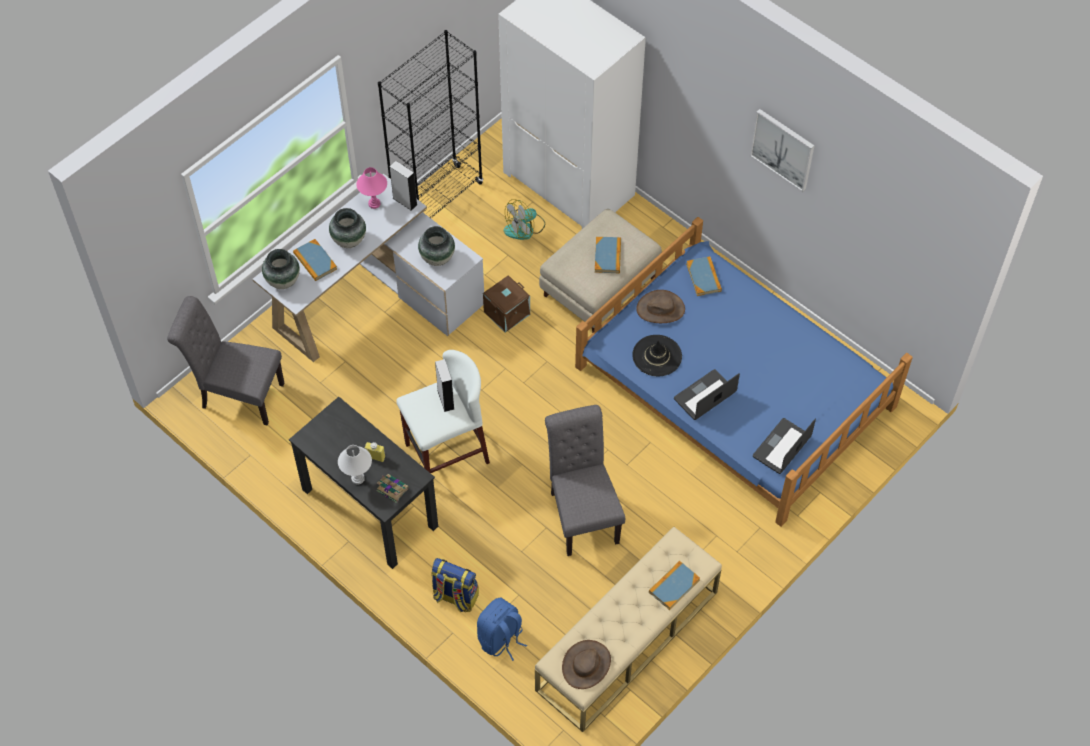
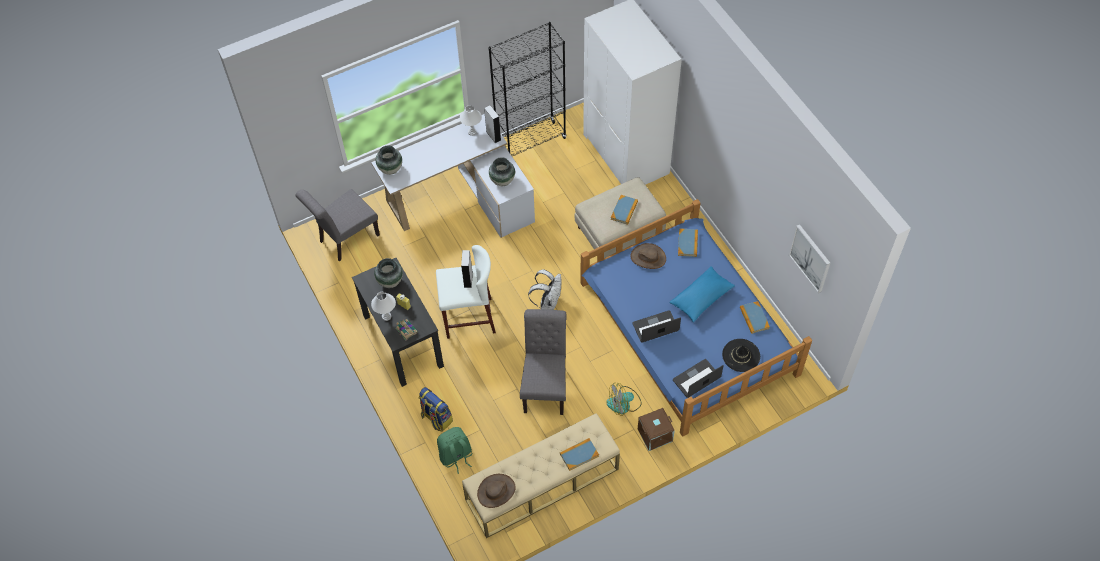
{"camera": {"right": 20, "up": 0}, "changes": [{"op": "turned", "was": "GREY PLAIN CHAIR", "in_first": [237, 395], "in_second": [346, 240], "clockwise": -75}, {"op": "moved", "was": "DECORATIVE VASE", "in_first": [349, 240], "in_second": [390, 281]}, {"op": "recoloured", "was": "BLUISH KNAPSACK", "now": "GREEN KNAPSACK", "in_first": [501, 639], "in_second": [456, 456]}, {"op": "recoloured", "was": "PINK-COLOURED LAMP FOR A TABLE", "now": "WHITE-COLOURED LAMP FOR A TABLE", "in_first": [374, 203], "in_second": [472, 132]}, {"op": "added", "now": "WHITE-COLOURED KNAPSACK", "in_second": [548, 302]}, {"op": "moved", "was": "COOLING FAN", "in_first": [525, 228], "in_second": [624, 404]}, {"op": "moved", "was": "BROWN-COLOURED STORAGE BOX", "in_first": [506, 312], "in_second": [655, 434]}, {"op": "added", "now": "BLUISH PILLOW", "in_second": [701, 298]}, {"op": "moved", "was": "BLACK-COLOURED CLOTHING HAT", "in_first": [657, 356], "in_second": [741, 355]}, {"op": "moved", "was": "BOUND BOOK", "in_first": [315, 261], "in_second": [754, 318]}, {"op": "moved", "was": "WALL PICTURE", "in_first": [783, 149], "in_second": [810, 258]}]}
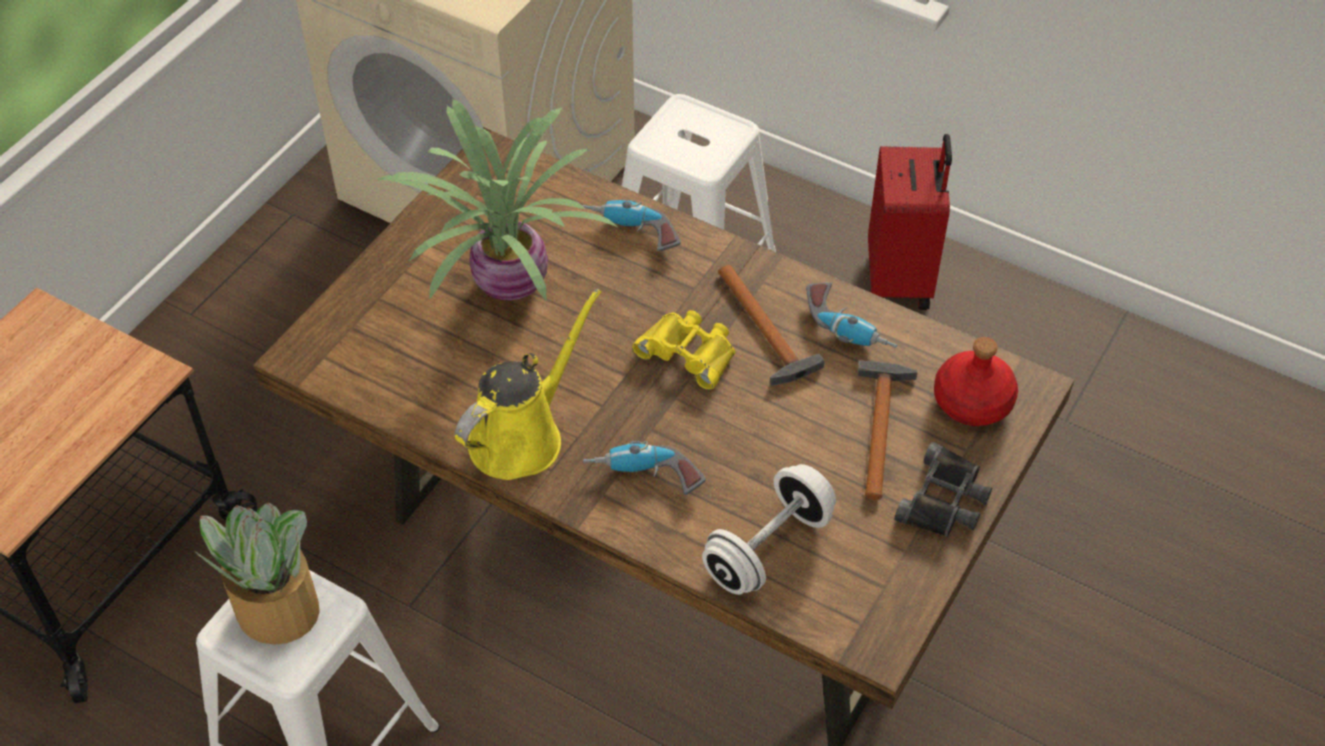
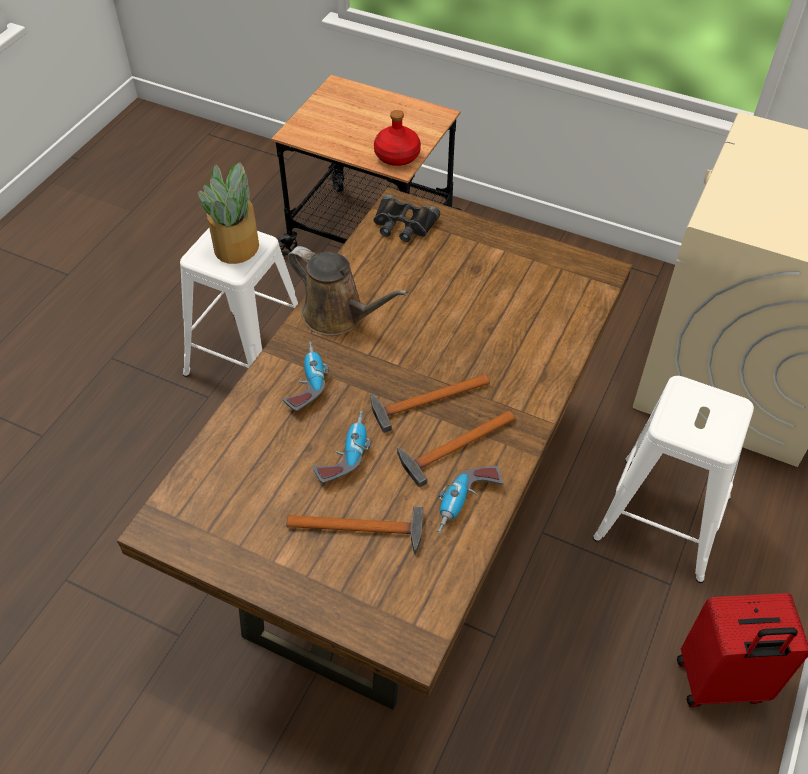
{"camera": {"right": 85, "up": 0}, "changes": [{"op": "recoloured", "was": "YELLOWISH SPRINKLING CAN", "now": "BROWN-COLOURED SPRINKLING CAN", "in_first": [522, 436], "in_second": [338, 315]}, {"op": "moved", "was": "POWER DRILL", "in_first": [631, 233], "in_second": [344, 453]}, {"op": "replaced", "was": "YELLOWISH PAIR OF BINOCULARS", "now": "TOOL HAMMER", "in_first": [689, 352], "in_second": [425, 400]}, {"op": "moved", "was": "BLACK-COLOURED PAIR OF BINOCULARS", "in_first": [944, 500], "in_second": [403, 224]}, {"op": "moved", "was": "REDDISH BEVERAGE BOTTLE", "in_first": [973, 402], "in_second": [396, 156]}, {"op": "removed", "was": "HOUSEPLANT", "in_first": [508, 280]}, {"op": "removed", "was": "WHITE-COLOURED DUMBBELL", "in_first": [768, 548]}]}
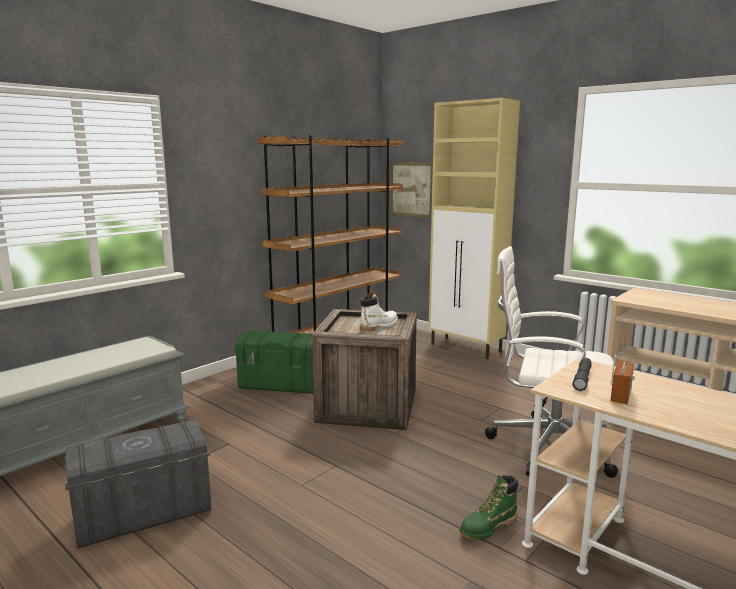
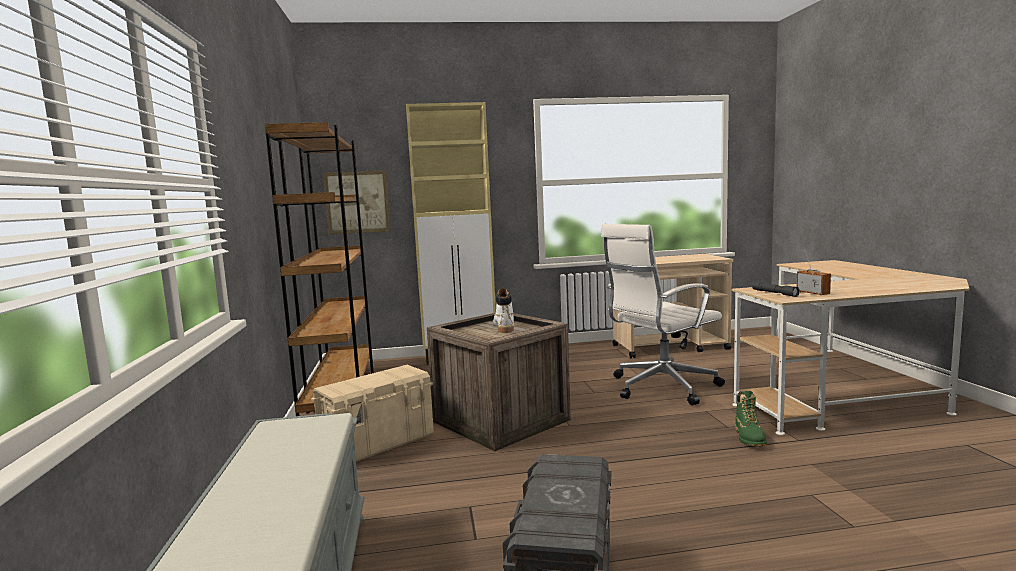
{"camera": {"right": -50, "up": -5}, "changes": [{"op": "recoloured", "was": "GREEN STORAGE BOX", "now": "BEIGE-COLOURED STORAGE BOX", "in_first": [281, 385], "in_second": [378, 444]}]}
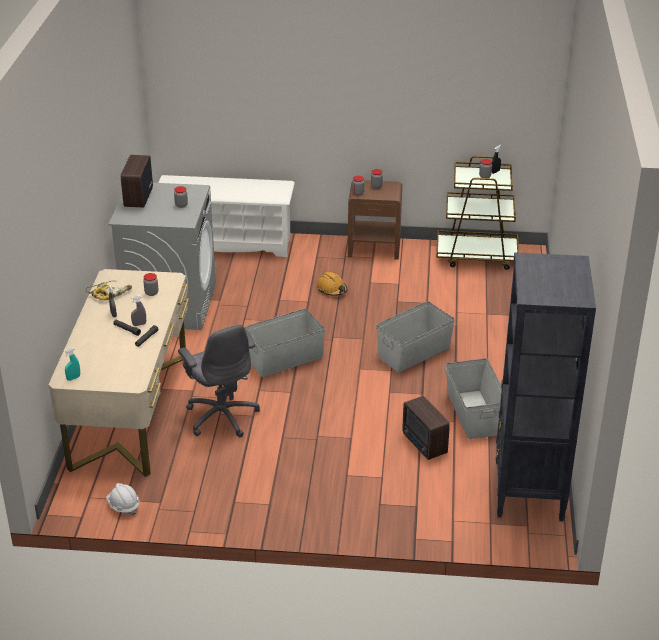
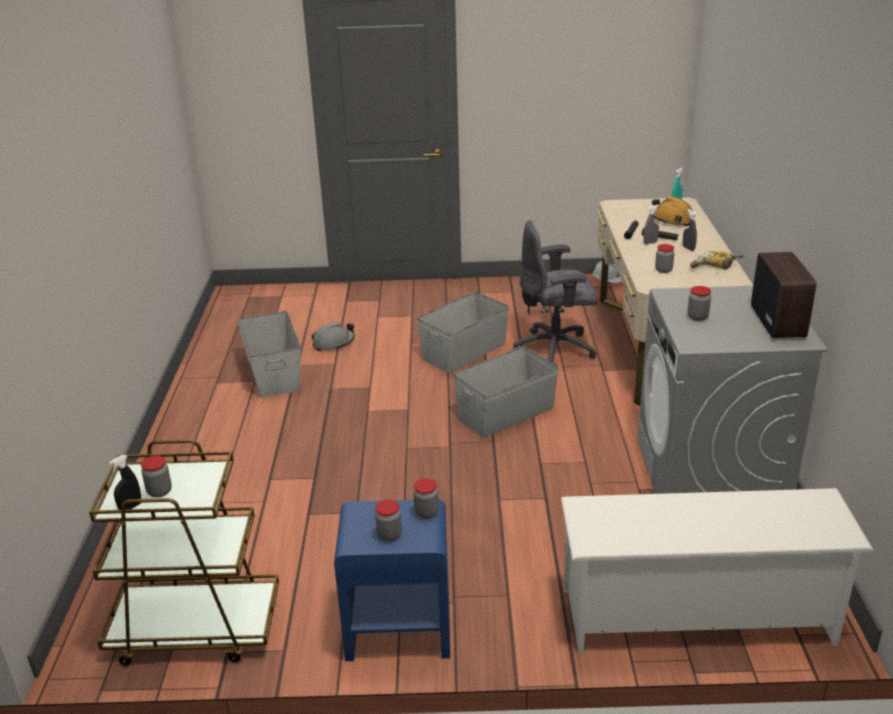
{"camera": {"right": 175, "up": -5}, "changes": [{"op": "replaced", "was": "RADIO SET", "now": "GREY WORK HELMET", "in_first": [424, 445], "in_second": [333, 343]}, {"op": "recoloured", "was": "BROWN-COLOURED NIGHT TABLE", "now": "BLUISH NIGHT TABLE", "in_first": [374, 248], "in_second": [397, 630]}, {"op": "moved", "was": "GREY STORAGE BOX", "in_first": [414, 353], "in_second": [463, 351]}, {"op": "turned", "was": "GREY DESK CHAIR", "in_first": [222, 416], "in_second": [556, 350], "clockwise": -60}, {"op": "moved", "was": "ORANGEY WORK HELMET", "in_first": [332, 289], "in_second": [672, 219]}, {"op": "removed", "was": "BLACK-COLOURED BOOKCASE", "in_first": [528, 491]}]}
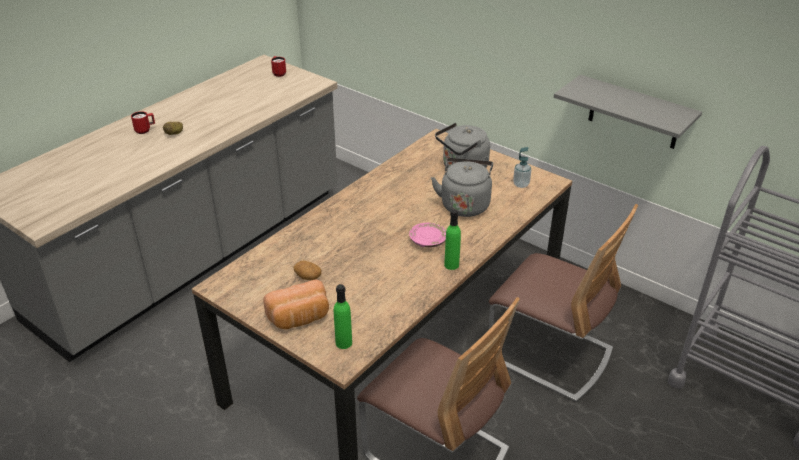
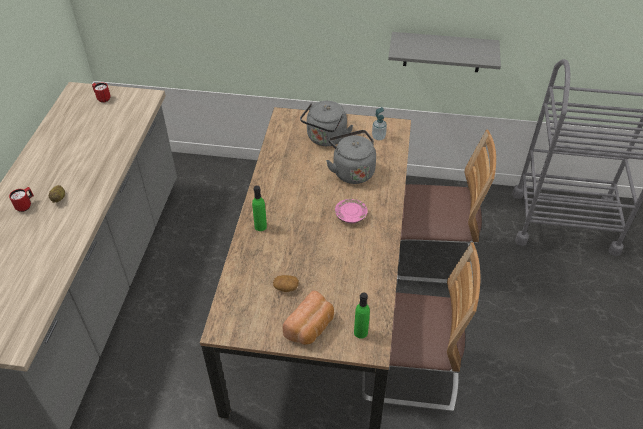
{"camera": {"right": -30, "up": 10}, "changes": [{"op": "moved", "was": "GREEN BEVERAGE BOTTLE", "in_first": [451, 265], "in_second": [260, 226]}]}
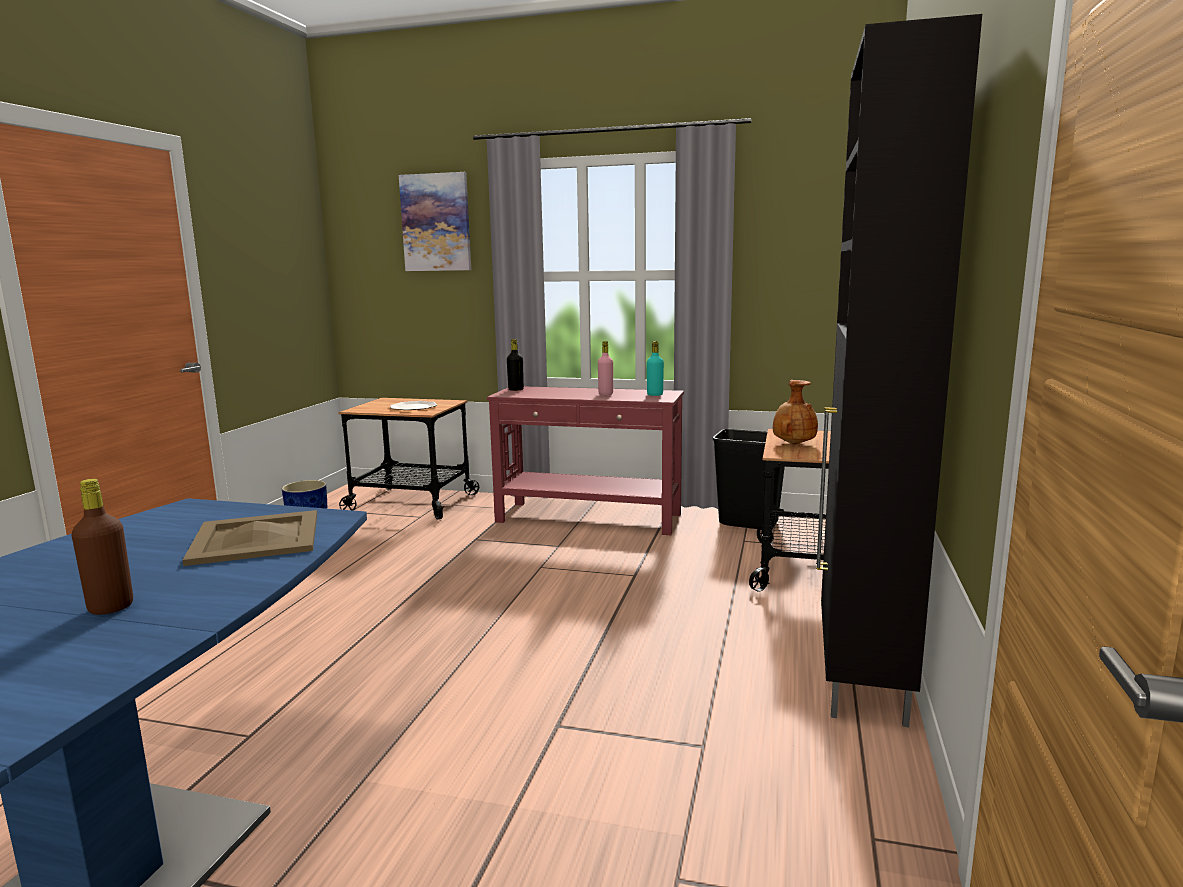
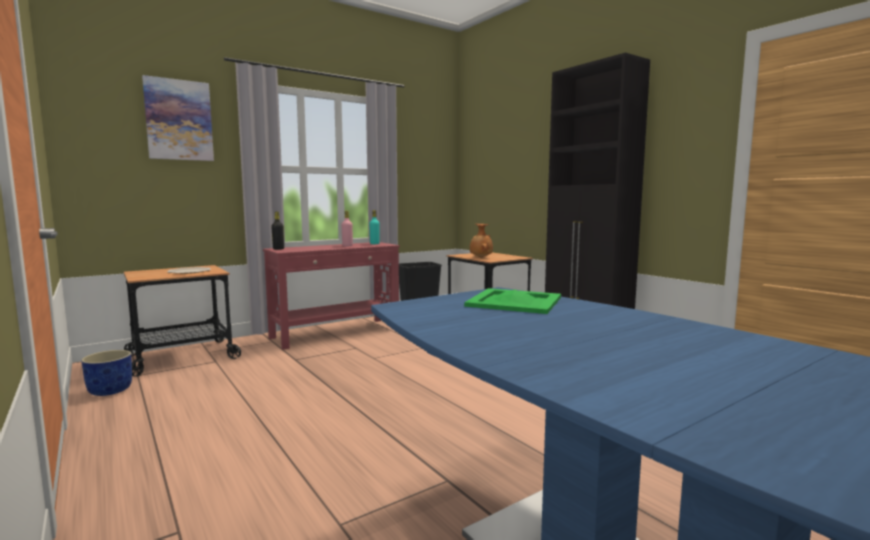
{"camera": {"right": -50, "up": -5}, "changes": [{"op": "recoloured", "was": "BEIGE-COLOURED CARRYING TRAY", "now": "GREEN CARRYING TRAY", "in_first": [257, 537], "in_second": [514, 301]}, {"op": "removed", "was": "BROWN-COLOURED BEVERAGE BOTTLE", "in_first": [111, 607]}]}
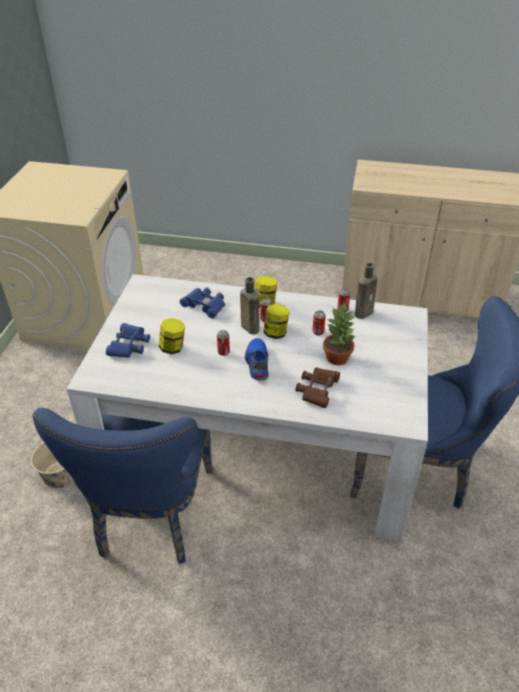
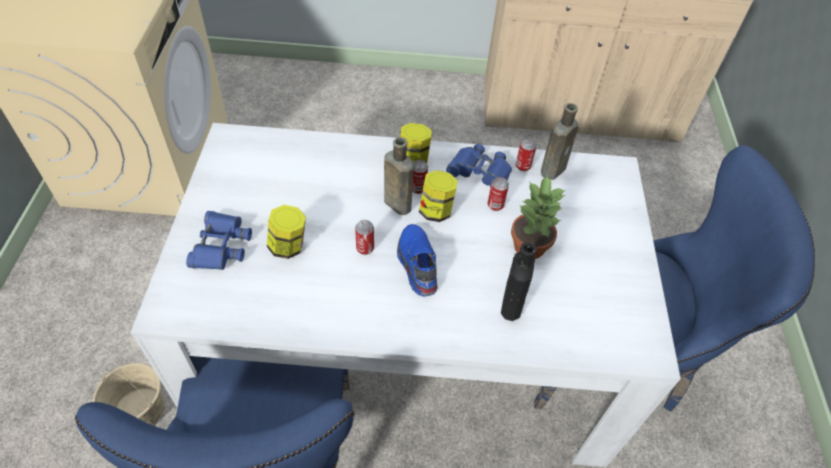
{"camera": {"right": -10, "up": 10}, "changes": [{"op": "moved", "was": "BLUISH PAIR OF BINOCULARS", "in_first": [204, 305], "in_second": [480, 172]}, {"op": "replaced", "was": "BROWN-COLOURED PAIR OF BINOCULARS", "now": "BLACK-COLOURED BEVERAGE BOTTLE", "in_first": [318, 389], "in_second": [511, 303]}]}
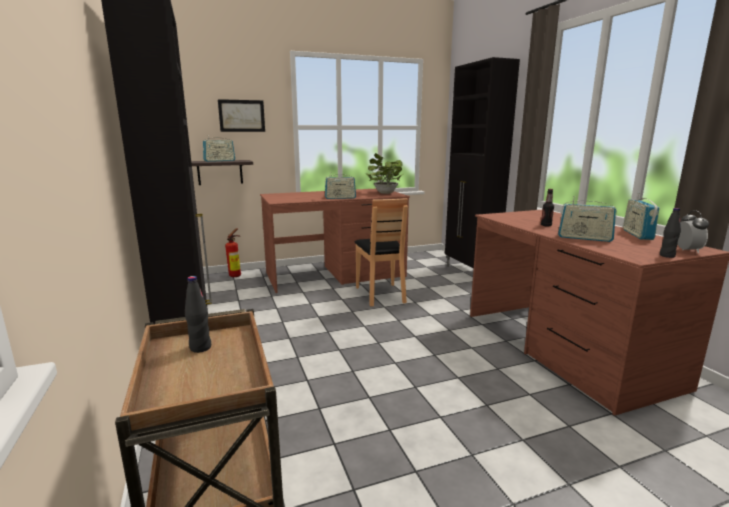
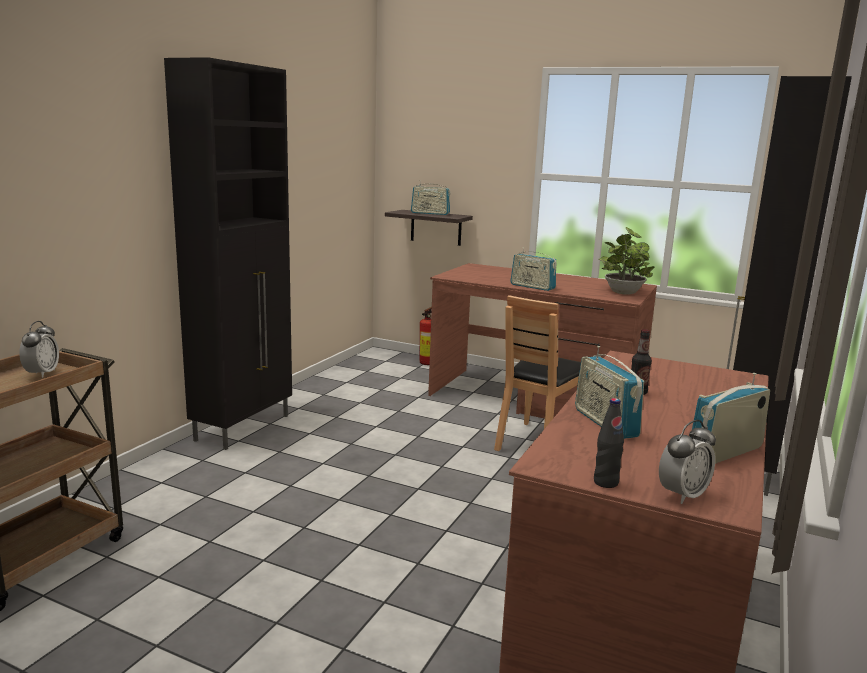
{"camera": {"right": 45, "up": 0}, "changes": [{"op": "replaced", "was": "BLACK-COLOURED BEVERAGE BOTTLE", "now": "BEDSIDE CLOCK", "in_first": [200, 348], "in_second": [42, 373]}, {"op": "removed", "was": "WALL PICTURE", "in_first": [242, 116]}]}
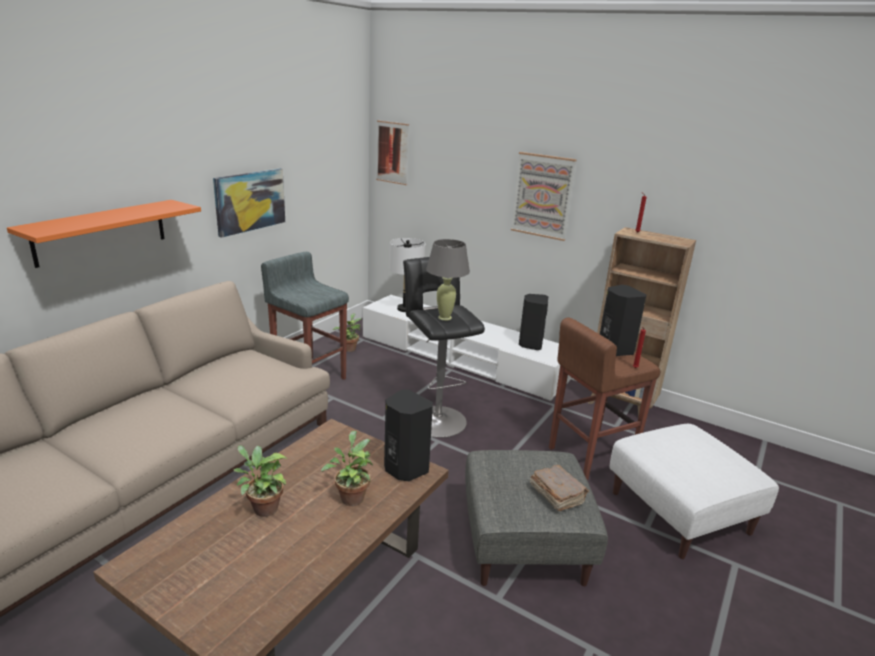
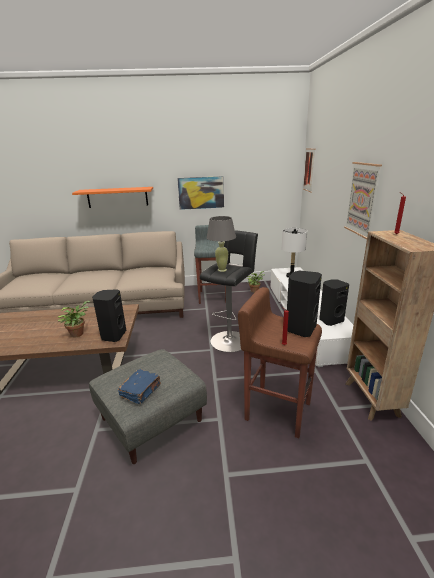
{"camera": {"right": 55, "up": 0}, "changes": [{"op": "recoloured", "was": "BROWN-COLOURED BOUND BOOK", "now": "BLUISH BOUND BOOK", "in_first": [556, 495], "in_second": [141, 391]}, {"op": "removed", "was": "HOUSEPLANT", "in_first": [262, 508]}, {"op": "removed", "was": "WHITE-COLOURED FOOTREST", "in_first": [680, 512]}]}
